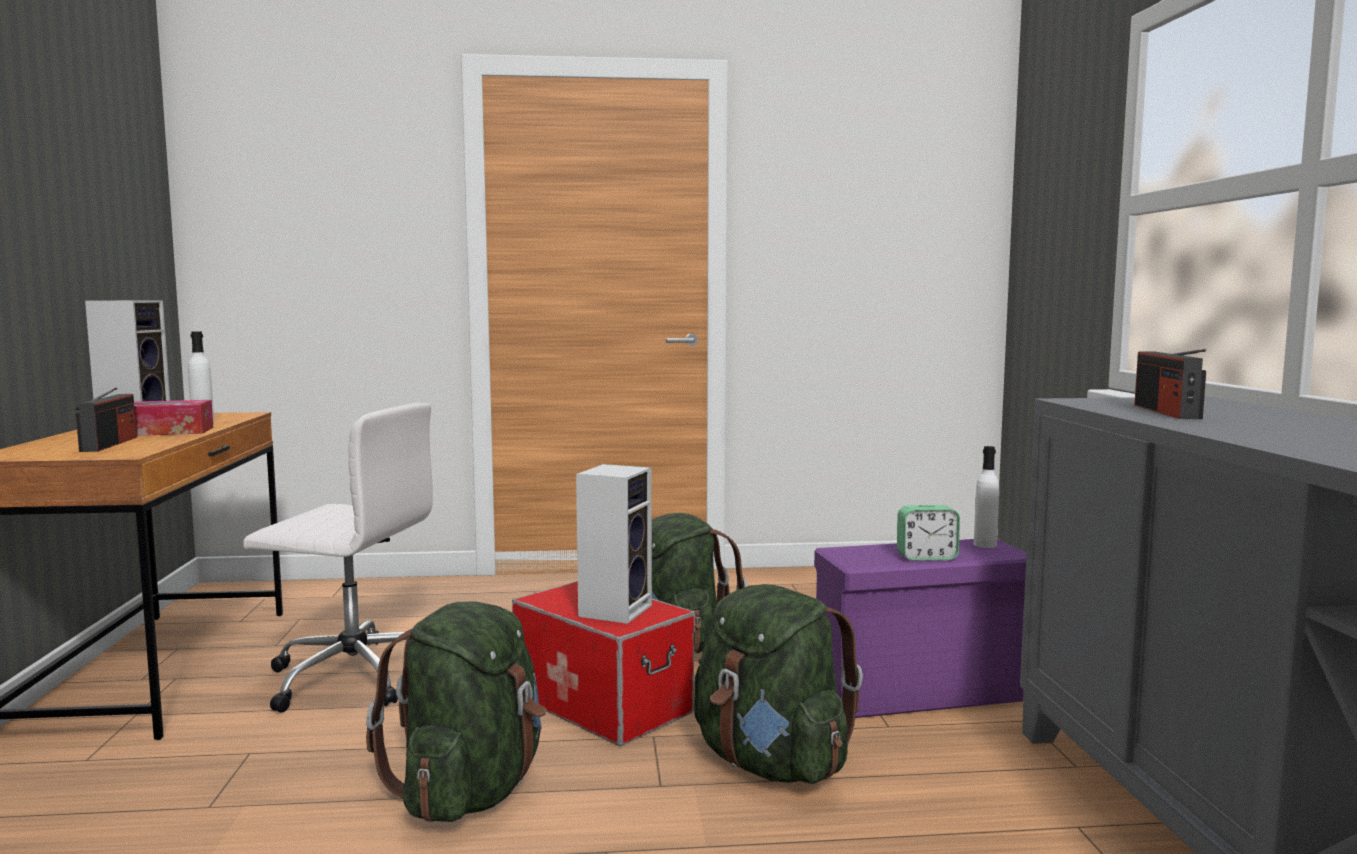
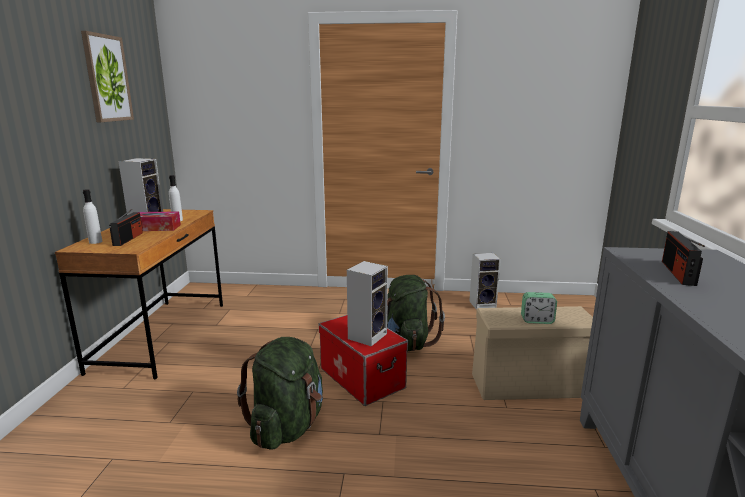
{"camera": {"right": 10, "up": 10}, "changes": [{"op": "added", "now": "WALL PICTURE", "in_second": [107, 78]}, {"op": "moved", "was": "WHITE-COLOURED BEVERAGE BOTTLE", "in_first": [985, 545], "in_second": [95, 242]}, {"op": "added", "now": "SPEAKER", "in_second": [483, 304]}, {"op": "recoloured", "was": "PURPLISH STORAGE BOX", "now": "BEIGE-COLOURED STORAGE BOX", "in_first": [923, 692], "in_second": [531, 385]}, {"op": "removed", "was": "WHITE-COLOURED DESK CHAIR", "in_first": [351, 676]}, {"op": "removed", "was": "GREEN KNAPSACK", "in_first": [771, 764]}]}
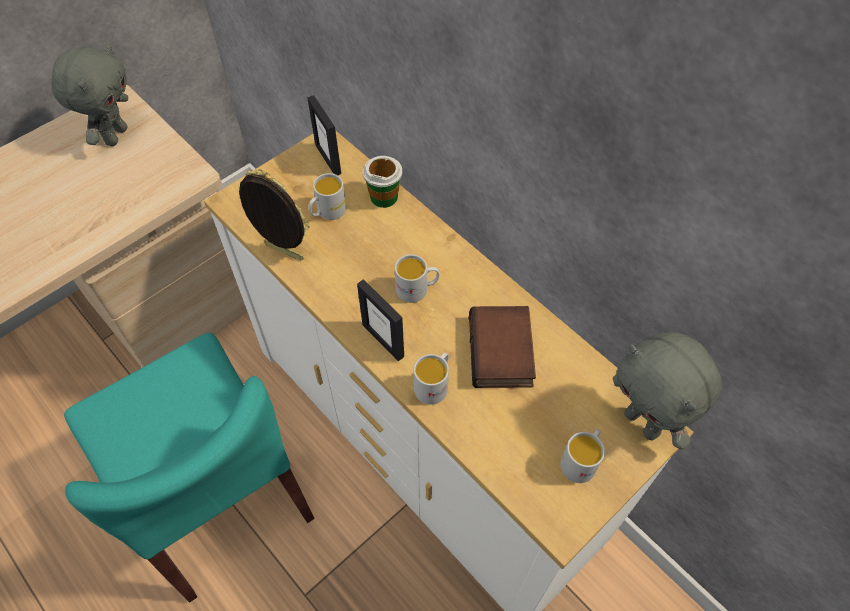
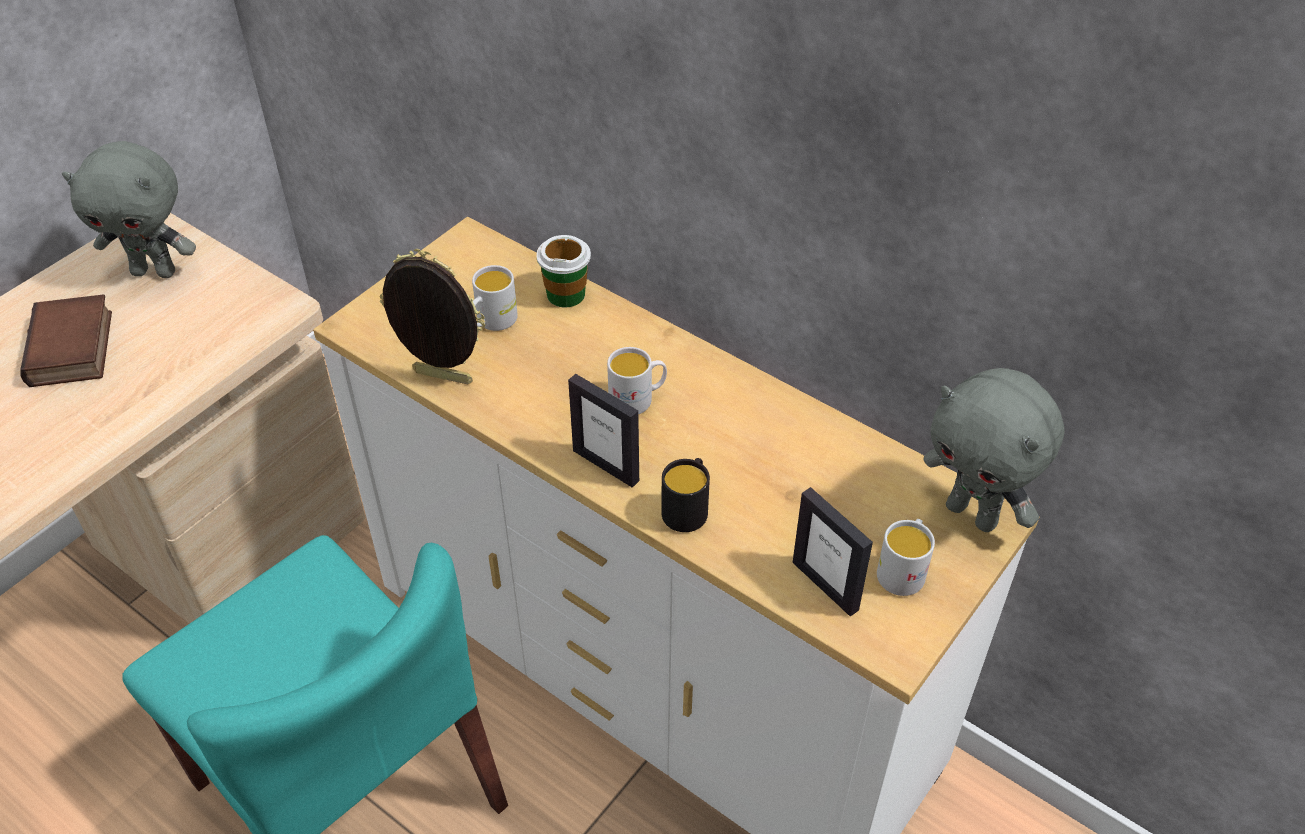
{"camera": {"right": -10, "up": -10}, "changes": [{"op": "moved", "was": "BOUND BOOK", "in_first": [503, 352], "in_second": [74, 349]}, {"op": "turned", "was": "GREY CUDDLY TOY", "in_first": [115, 135], "in_second": [155, 271], "clockwise": 90}, {"op": "recoloured", "was": "WHITE-COLOURED MUG", "now": "BLACK-COLOURED MUG", "in_first": [434, 384], "in_second": [687, 508]}, {"op": "moved", "was": "PHOTO FRAME", "in_first": [328, 159], "in_second": [825, 585]}]}
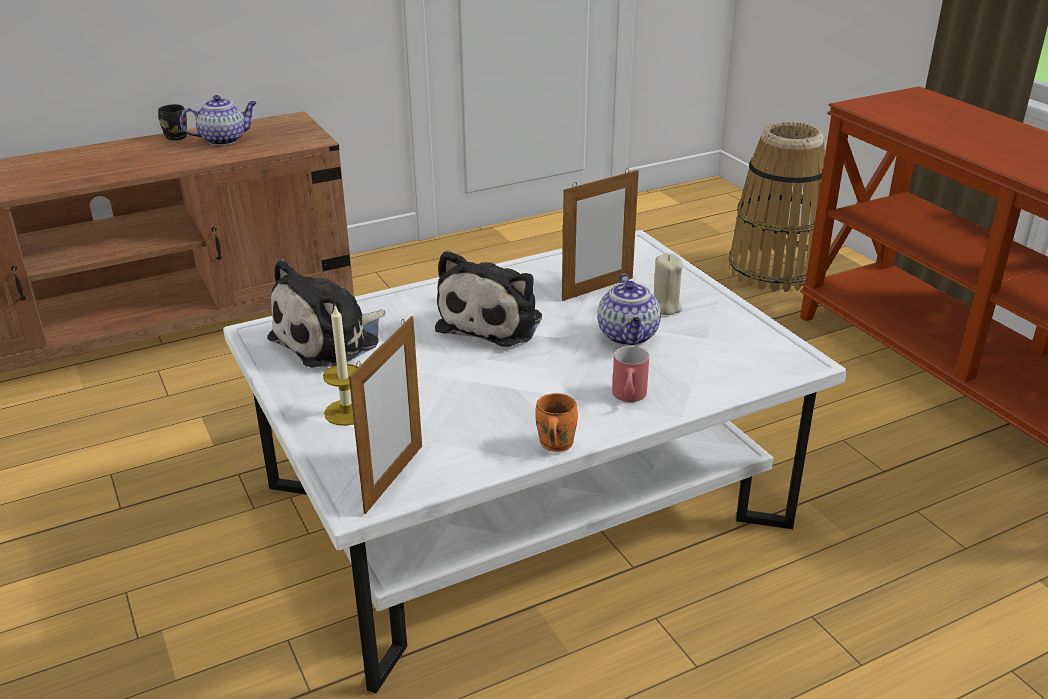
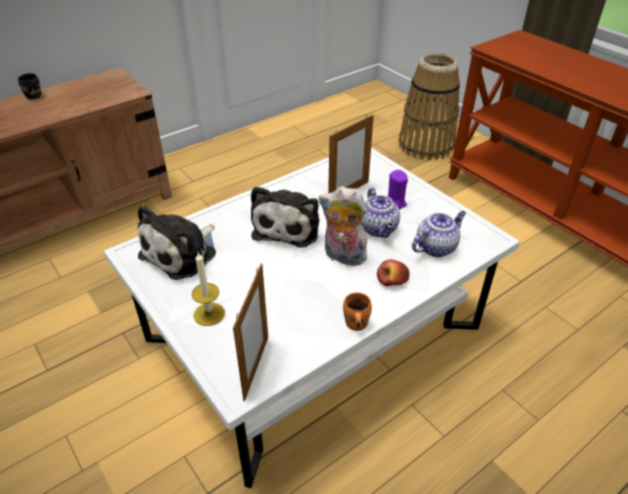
{"camera": {"right": -10, "up": 10}, "changes": [{"op": "added", "now": "CUDDLY TOY", "in_second": [342, 257]}, {"op": "replaced", "was": "REDDISH MUG", "now": "APPLE FRUIT", "in_first": [628, 398], "in_second": [392, 279]}, {"op": "recoloured", "was": "BEIGE-COLOURED WAX CANDLE", "now": "PURPLISH WAX CANDLE", "in_first": [664, 307], "in_second": [395, 203]}, {"op": "moved", "was": "POT FOR TEA", "in_first": [224, 140], "in_second": [436, 247]}]}
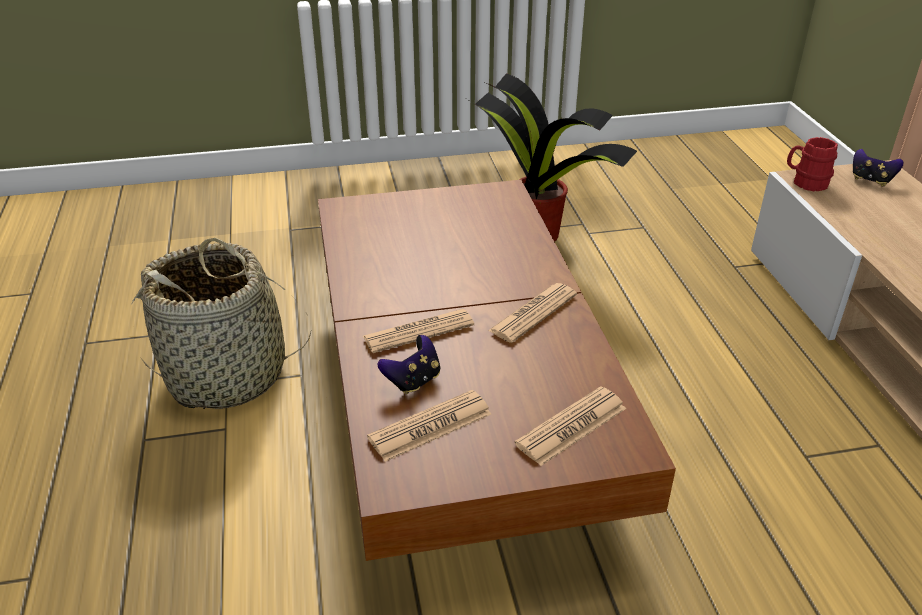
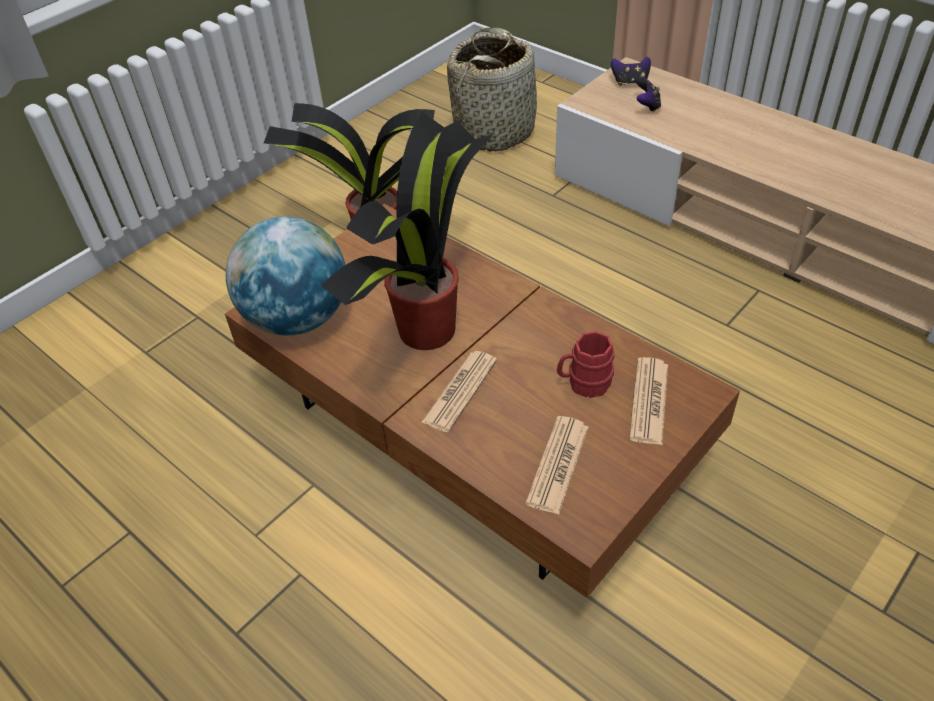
{"camera": {"right": -35, "up": 10}, "changes": [{"op": "added", "now": "DESK GLOBE", "in_second": [297, 318]}, {"op": "added", "now": "HOUSEPLANT", "in_second": [429, 327]}, {"op": "moved", "was": "HOUSEHOLD BASKET", "in_first": [228, 375], "in_second": [495, 131]}, {"op": "moved", "was": "REDDISH MUG", "in_first": [805, 182], "in_second": [584, 383]}, {"op": "moved", "was": "JOYPAD", "in_first": [413, 381], "in_second": [647, 106]}, {"op": "removed", "was": "NEWSPAPER", "in_first": [533, 313]}]}
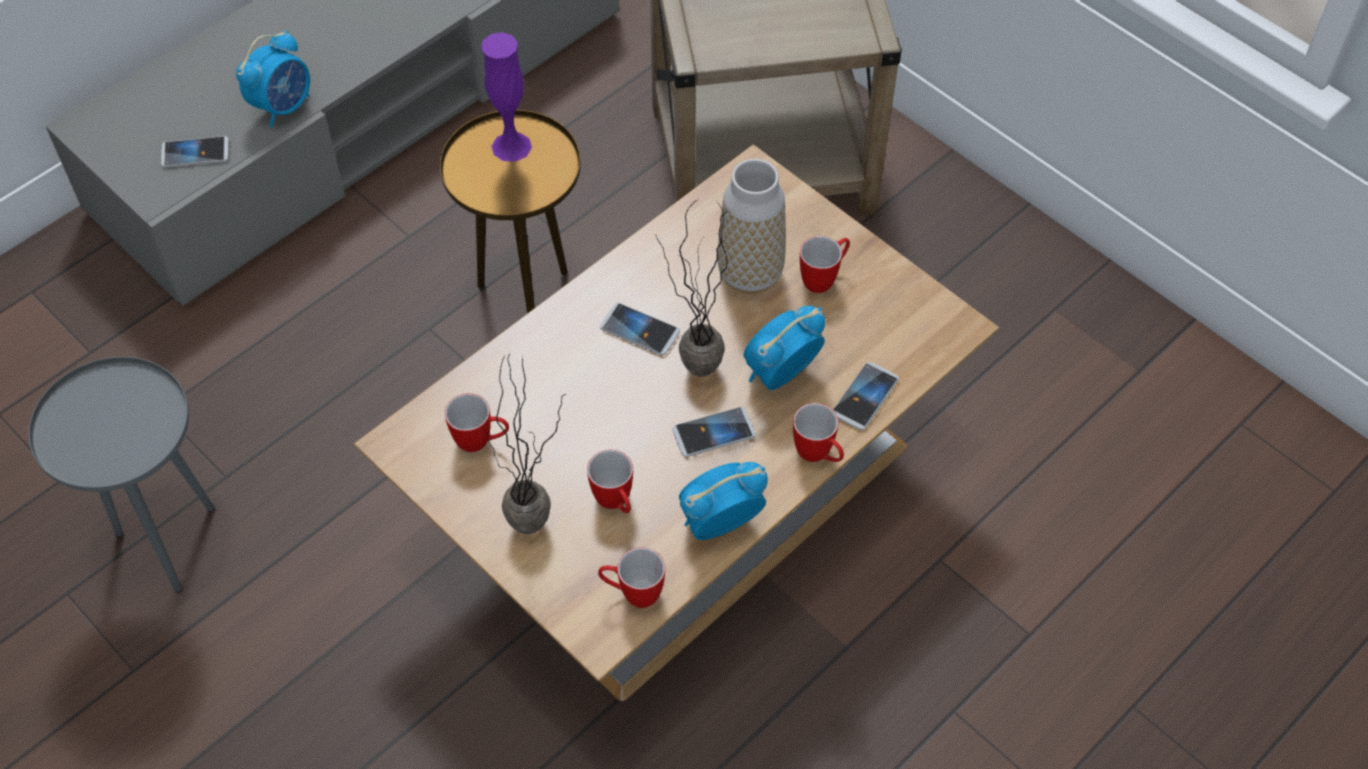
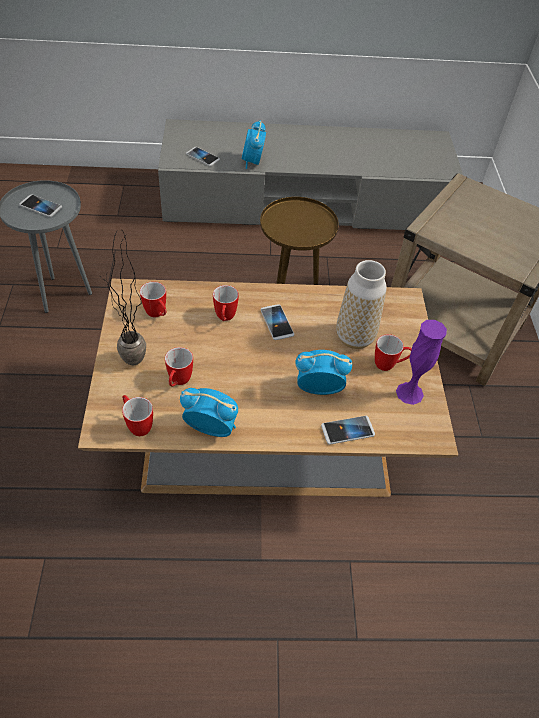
{"camera": {"right": 40, "up": -5}, "changes": [{"op": "moved", "was": "PHONE", "in_first": [714, 433], "in_second": [41, 206]}, {"op": "moved", "was": "MUG", "in_first": [818, 456], "in_second": [225, 318]}, {"op": "turned", "was": "BEDSIDE CLOCK", "in_first": [283, 106], "in_second": [253, 162], "clockwise": 105}, {"op": "moved", "was": "PURPLISH DECORATIVE VASE", "in_first": [511, 146], "in_second": [409, 393]}, {"op": "removed", "was": "HOUSEPLANT", "in_first": [690, 376]}]}
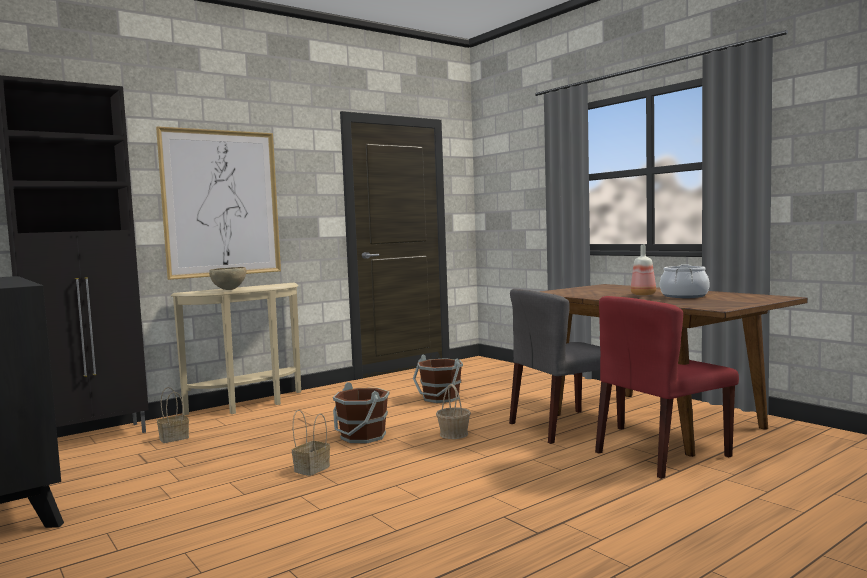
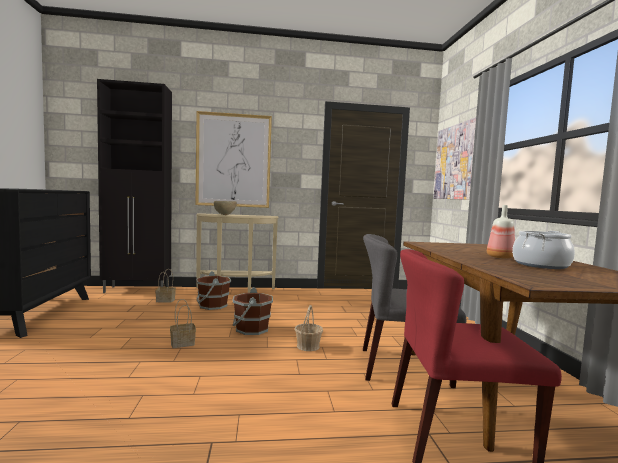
{"camera": {"right": 30, "up": 0}, "changes": [{"op": "moved", "was": "BROWN-COLOURED WATER BUCKET", "in_first": [440, 398], "in_second": [212, 305]}, {"op": "added", "now": "WALL PICTURE", "in_second": [457, 162]}]}
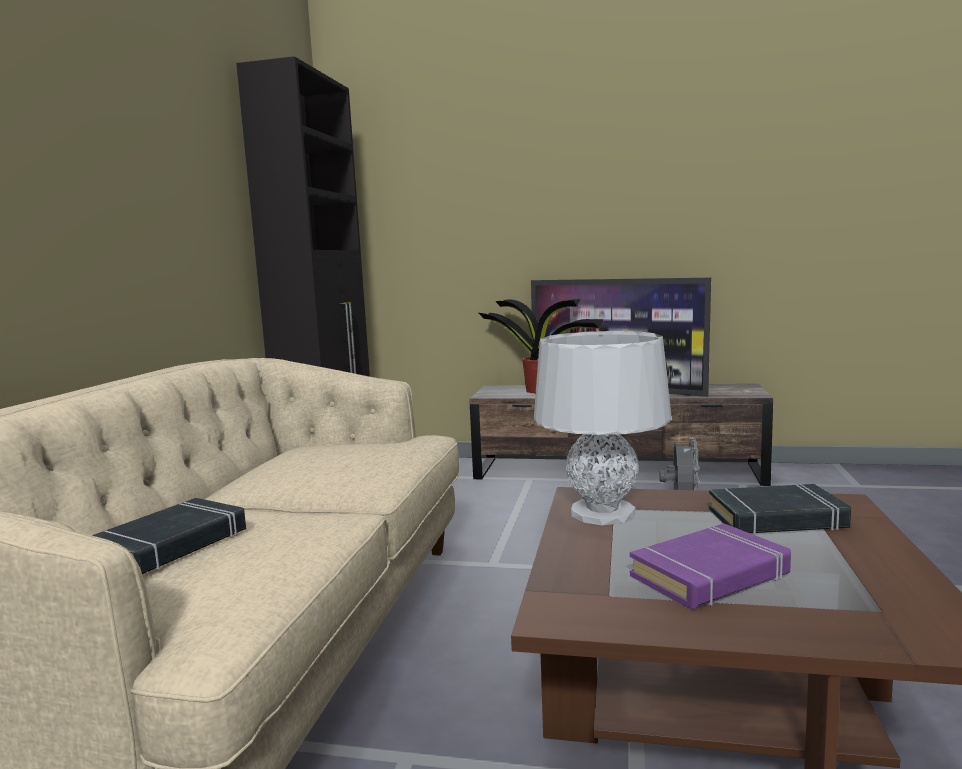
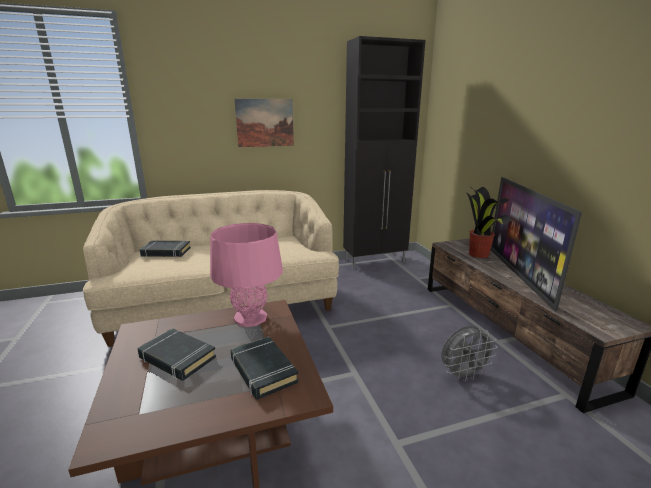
{"camera": {"right": 60, "up": 10}, "changes": [{"op": "recoloured", "was": "PURPLISH BOUND BOOK", "now": "BLACK-COLOURED BOUND BOOK", "in_first": [710, 575], "in_second": [177, 358]}, {"op": "recoloured", "was": "GREY LAMP FOR A TABLE", "now": "PINK-COLOURED LAMP FOR A TABLE", "in_first": [602, 513], "in_second": [250, 318]}, {"op": "added", "now": "WALL PICTURE", "in_second": [265, 123]}]}
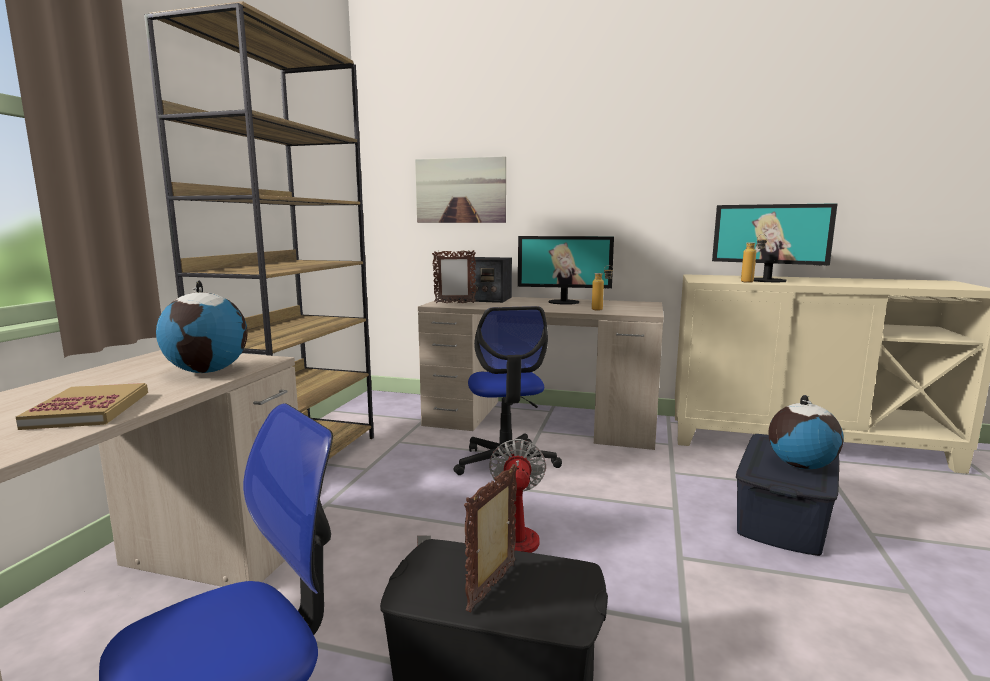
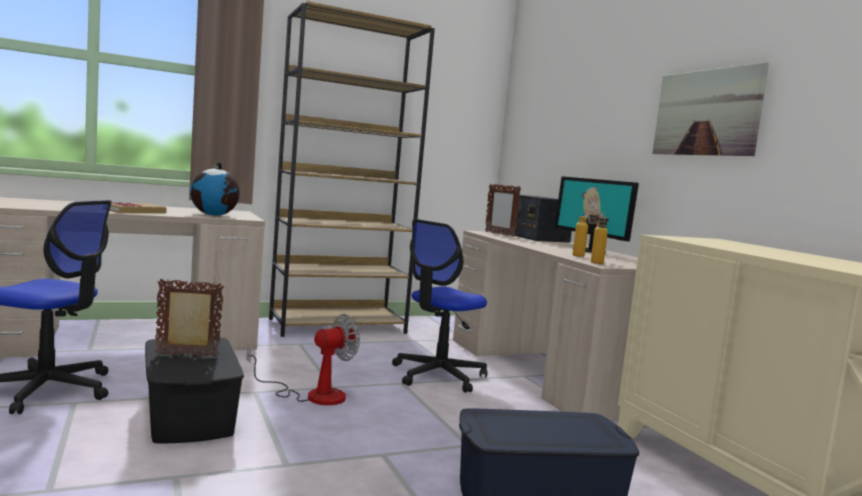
{"camera": {"right": 50, "up": -5}, "changes": [{"op": "moved", "was": "BEVERAGE BOTTLE", "in_first": [752, 282], "in_second": [597, 263]}, {"op": "moved", "was": "WALL PICTURE", "in_first": [460, 190], "in_second": [706, 112]}, {"op": "removed", "was": "COMPUTER DISPLAY", "in_first": [767, 280]}, {"op": "removed", "was": "DESK GLOBE", "in_first": [800, 465]}]}
